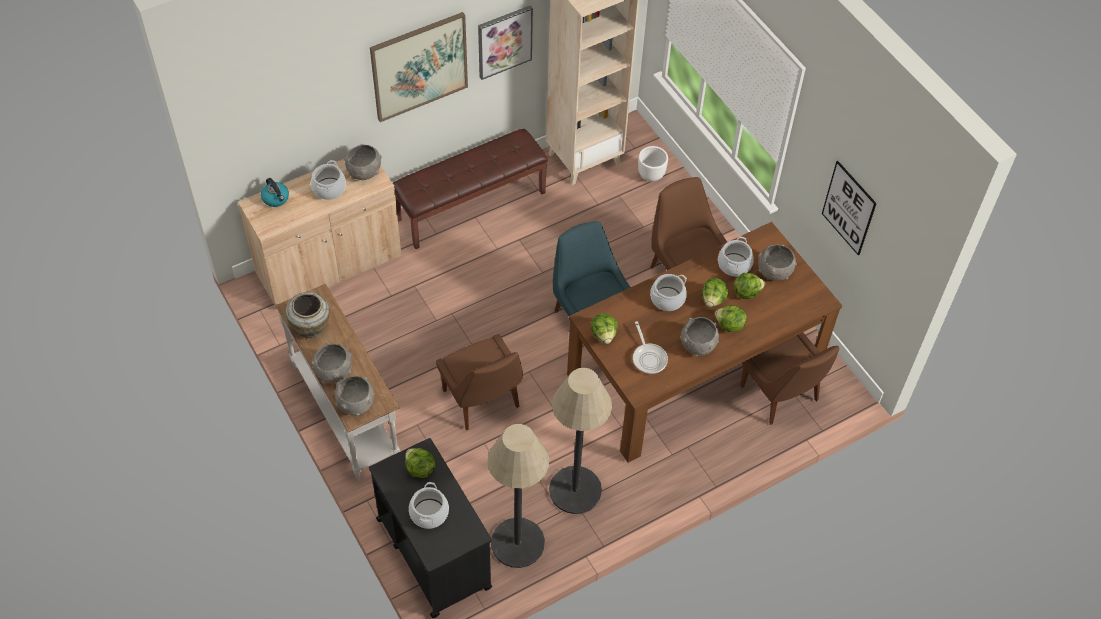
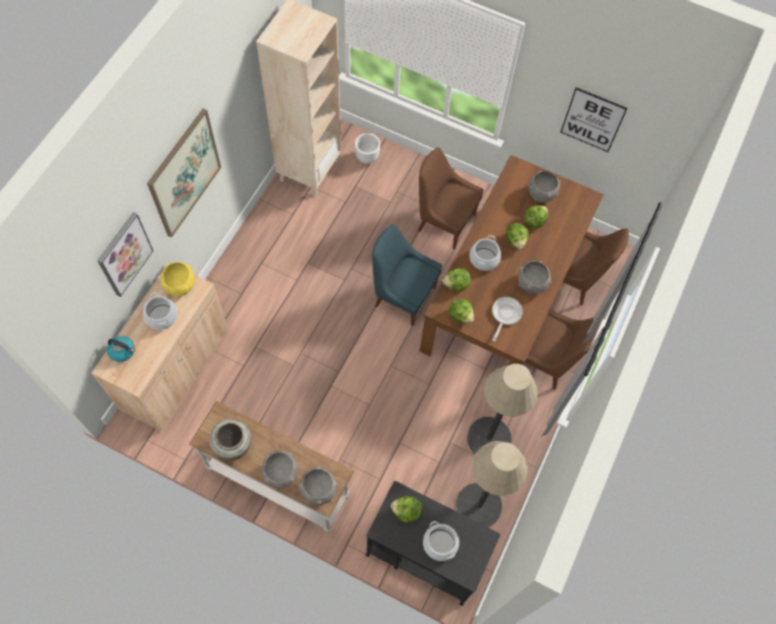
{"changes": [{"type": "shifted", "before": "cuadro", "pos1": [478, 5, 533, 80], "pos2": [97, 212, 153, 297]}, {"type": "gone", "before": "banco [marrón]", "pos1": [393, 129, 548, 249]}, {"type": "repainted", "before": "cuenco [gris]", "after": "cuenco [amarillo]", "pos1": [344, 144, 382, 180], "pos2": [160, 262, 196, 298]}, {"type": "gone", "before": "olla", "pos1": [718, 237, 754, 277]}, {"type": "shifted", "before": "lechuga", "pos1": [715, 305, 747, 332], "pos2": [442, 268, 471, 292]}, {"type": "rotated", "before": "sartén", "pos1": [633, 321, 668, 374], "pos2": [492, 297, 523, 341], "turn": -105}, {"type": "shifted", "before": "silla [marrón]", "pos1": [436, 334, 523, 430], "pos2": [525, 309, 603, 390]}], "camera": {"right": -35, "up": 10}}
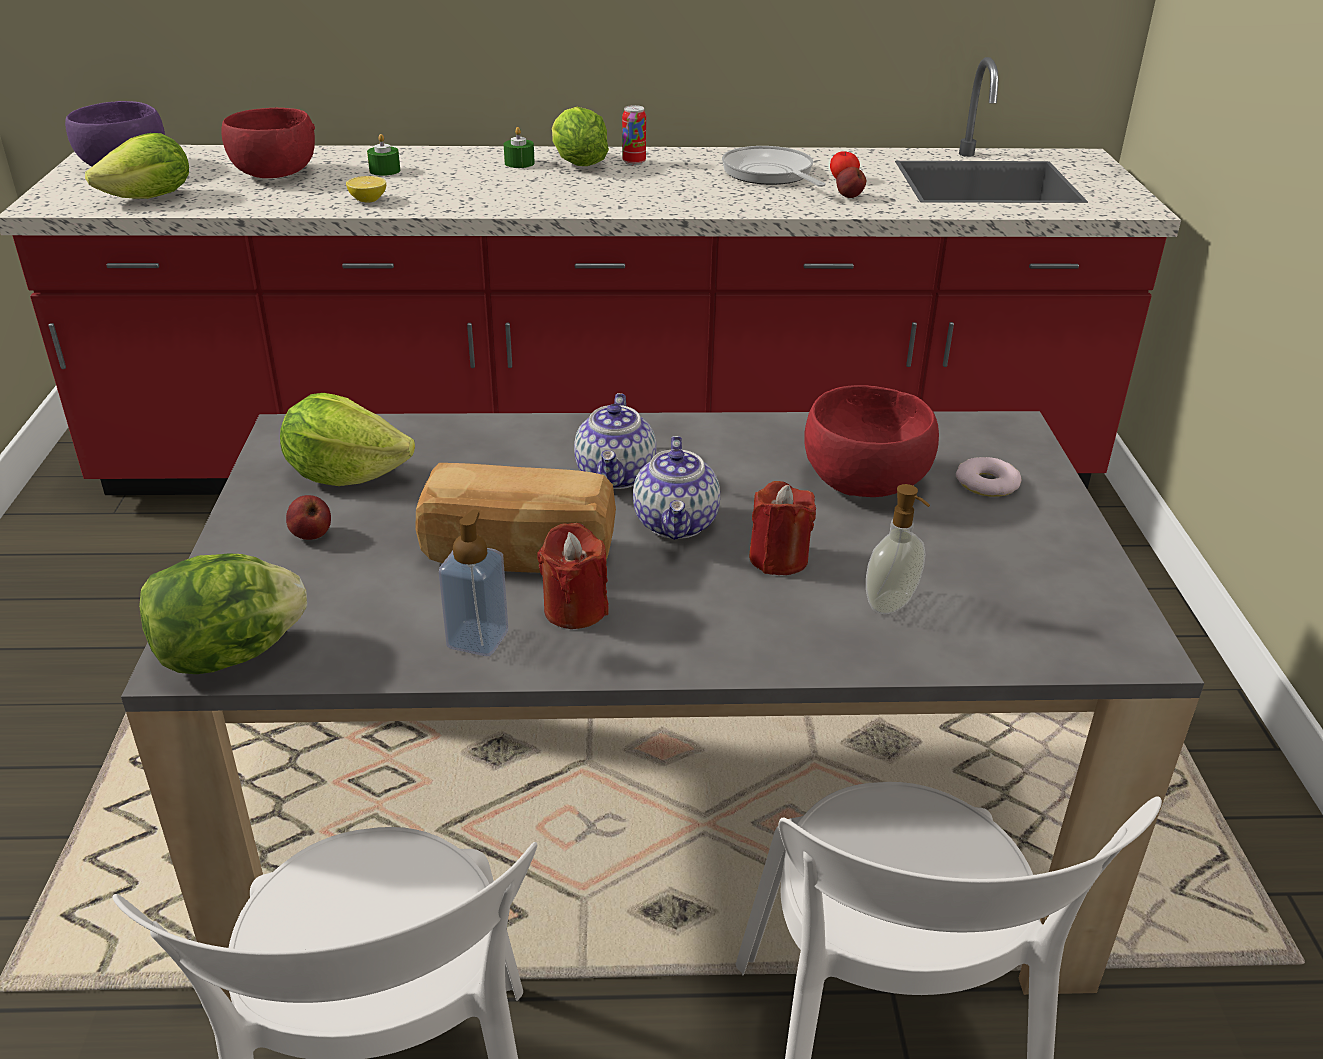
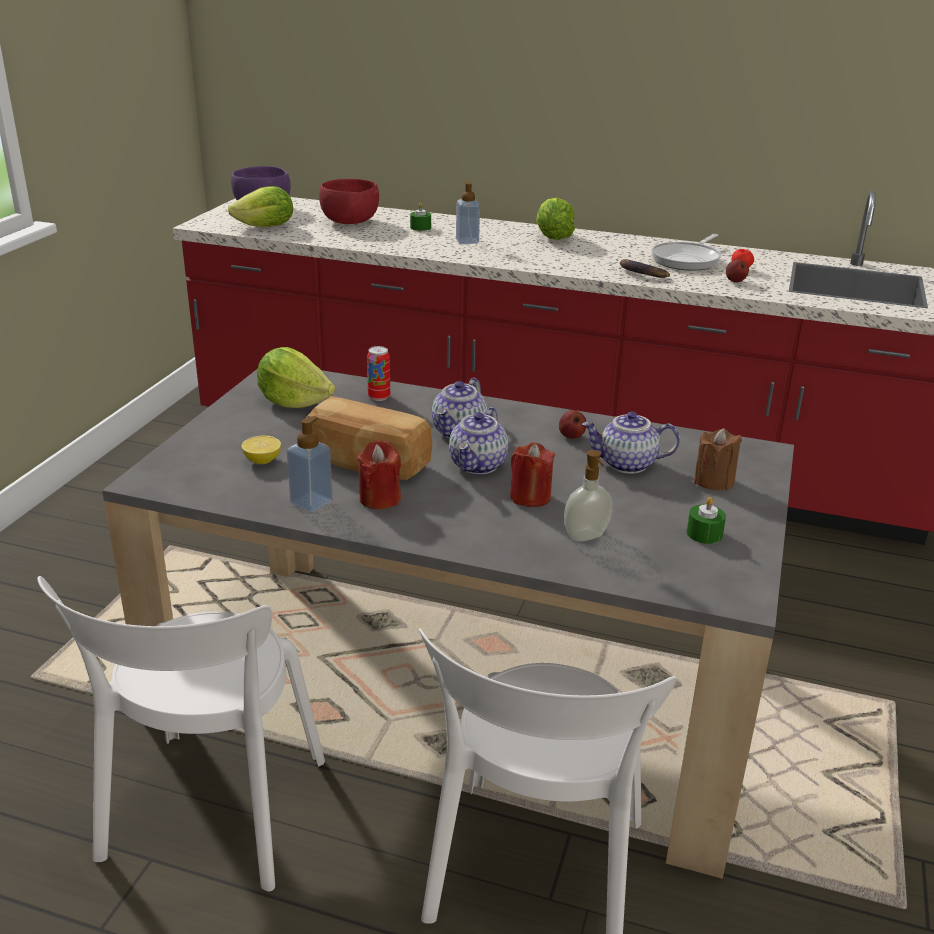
{"changes": [{"type": "shifted", "before": "lata", "pos1": [622, 105, 646, 165], "pos2": [367, 346, 390, 401]}, {"type": "shifted", "before": "vela [verde]", "pos1": [504, 127, 535, 168], "pos2": [687, 497, 726, 544]}, {"type": "rotated", "before": "sartén", "pos1": [722, 146, 826, 187], "pos2": [651, 234, 721, 271], "turn": -135}, {"type": "shifted", "before": "limón", "pos1": [346, 176, 386, 202], "pos2": [242, 436, 281, 464]}, {"type": "swapped", "before": "cuenco [rojo]", "after": "tetera", "pos1": [804, 385, 939, 497], "pos2": [582, 411, 680, 474]}, {"type": "swapped", "before": "rosquilla", "after": "vela [marrón]", "pos1": [956, 457, 1021, 497], "pos2": [694, 428, 742, 491]}, {"type": "shifted", "before": "manzana", "pos1": [286, 495, 331, 540], "pos2": [559, 410, 586, 439]}, {"type": "gone", "before": "lechuga", "pos1": [139, 553, 307, 674]}, {"type": "new", "after": "dispensador de jabón", "pos2": [456, 181, 480, 244]}, {"type": "new", "after": "plátano", "pos2": [620, 259, 670, 278]}], "camera": {"right": 20, "up": -5}}
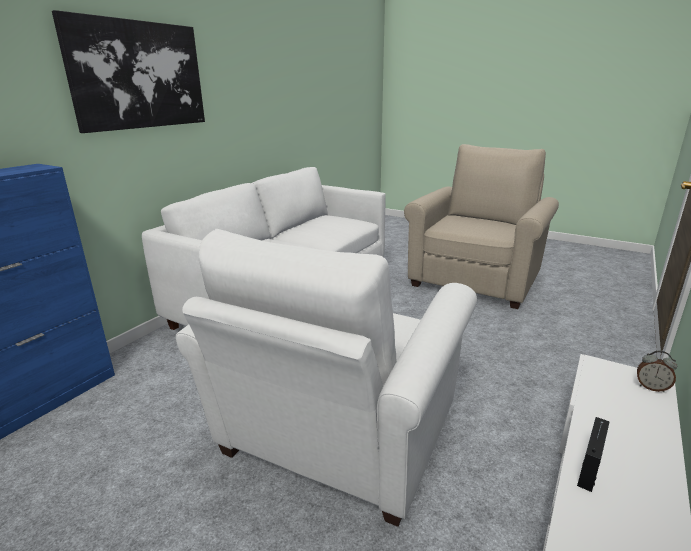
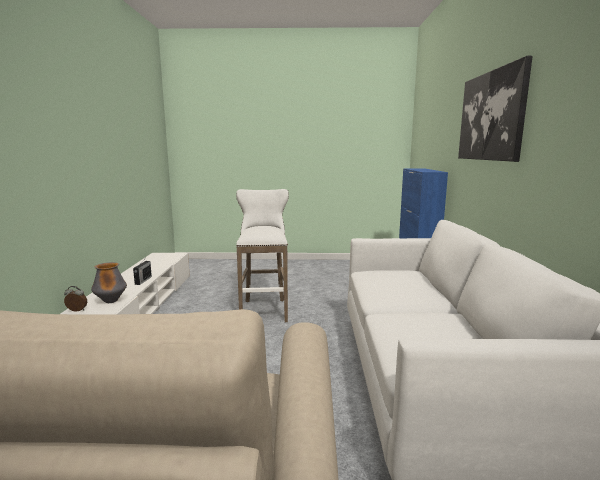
{"changes": [{"type": "swapped", "before": "sillón [blanco]", "after": "taburete [blanco]", "pos1": [176, 229, 477, 527], "pos2": [236, 189, 289, 322]}, {"type": "new", "after": "florero", "pos2": [91, 262, 127, 303]}], "camera": {"right": 150, "up": -10}}
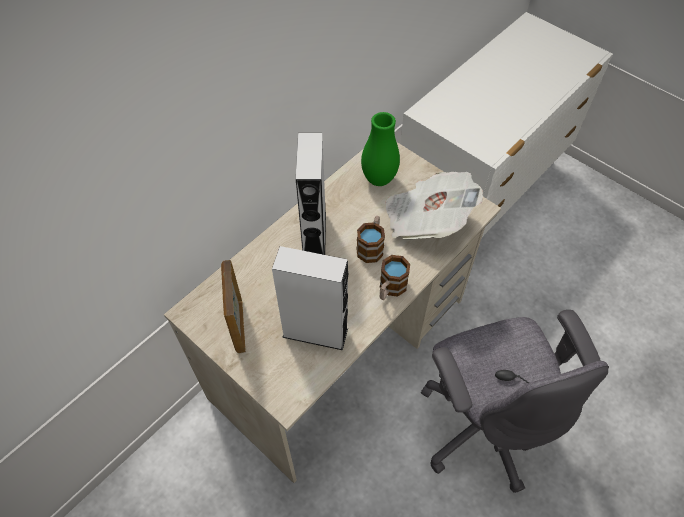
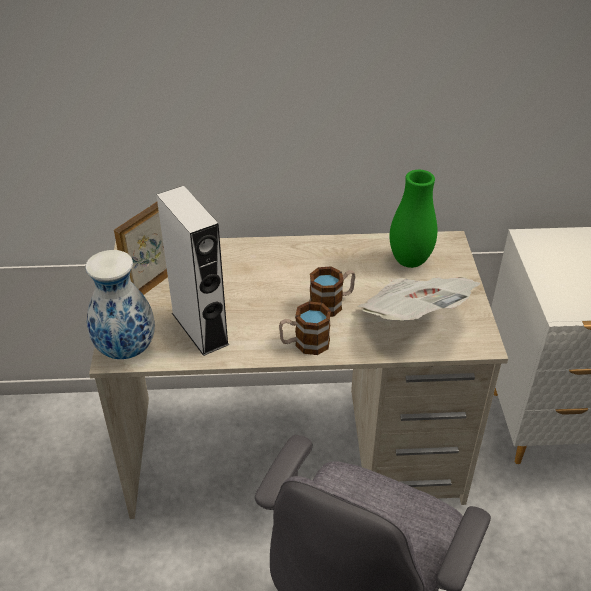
{"changes": [{"type": "gone", "before": "altavoz [gris]", "pos1": [296, 133, 326, 255]}, {"type": "new", "after": "florero", "pos2": [85, 250, 155, 359]}], "camera": {"right": 45, "up": -15}}
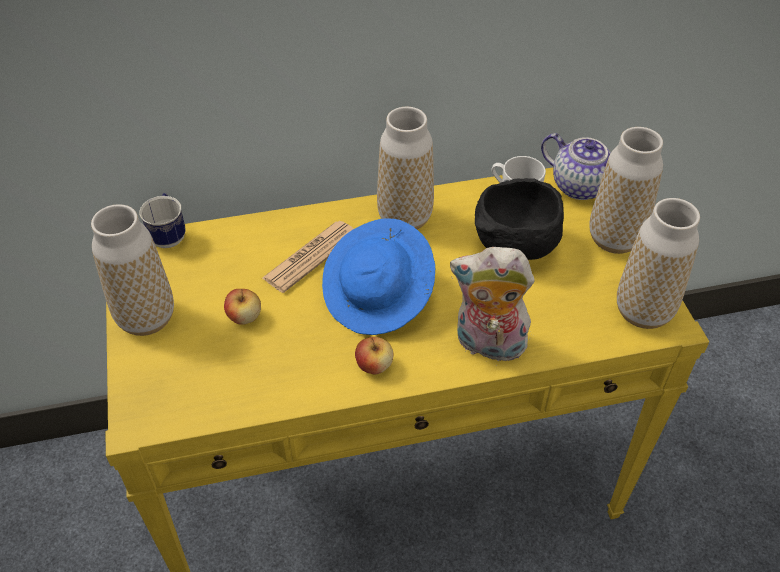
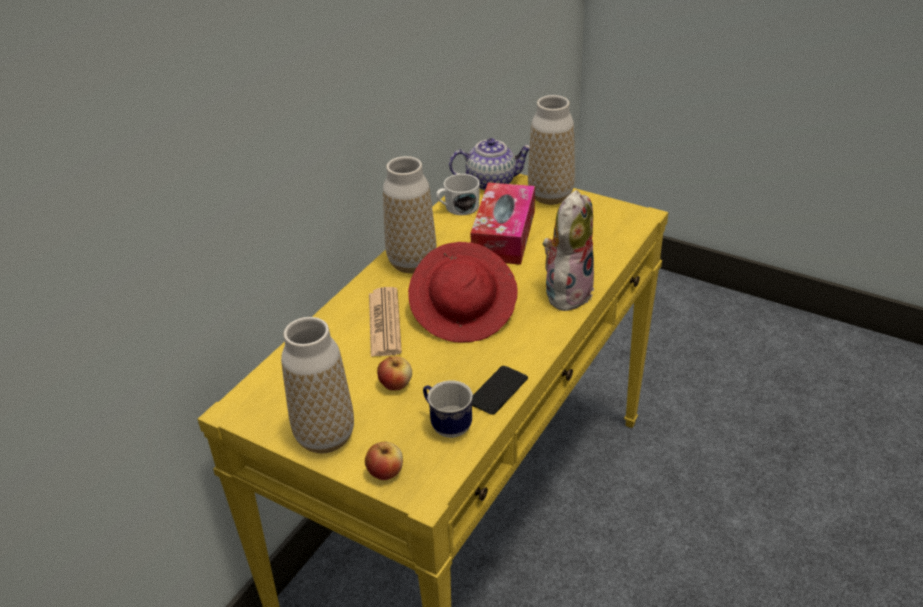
{"changes": [{"type": "swapped", "before": "cuenco [negro]", "after": "caja de pañuelos", "pos1": [475, 178, 564, 260], "pos2": [470, 182, 535, 265]}, {"type": "shifted", "before": "taza grande", "pos1": [139, 193, 185, 248], "pos2": [423, 380, 473, 438]}, {"type": "gone", "before": "florero", "pos1": [617, 198, 700, 329]}, {"type": "repainted", "before": "sombrero [azul]", "after": "sombrero [rojo]", "pos1": [322, 218, 435, 335], "pos2": [408, 242, 518, 342]}, {"type": "rotated", "before": "peluche", "pos1": [450, 247, 535, 366], "pos2": [543, 190, 594, 311], "turn": 150}, {"type": "shifted", "before": "manzana", "pos1": [355, 337, 393, 375], "pos2": [365, 442, 403, 480]}, {"type": "new", "after": "móvil", "pos2": [472, 366, 528, 415]}], "camera": {"right": -45, "up": -10}}
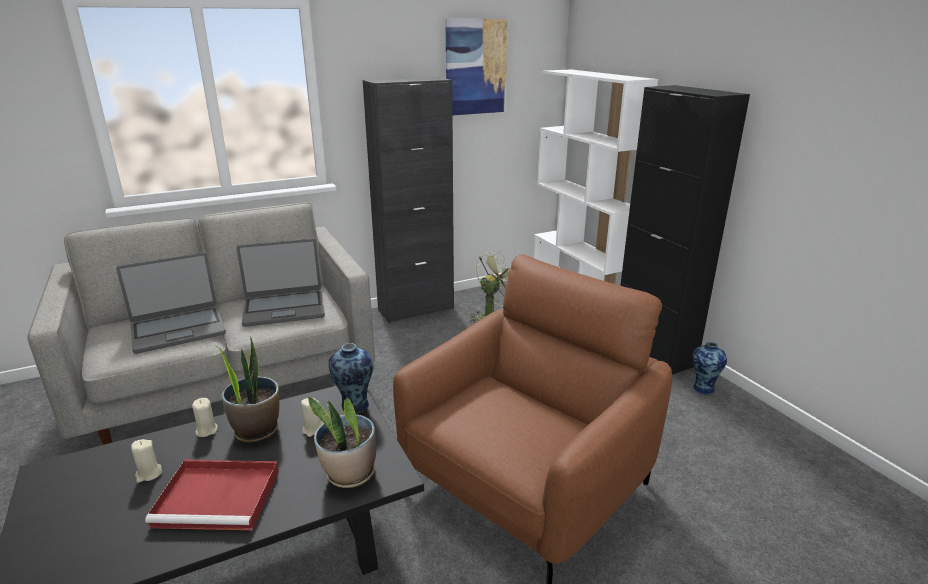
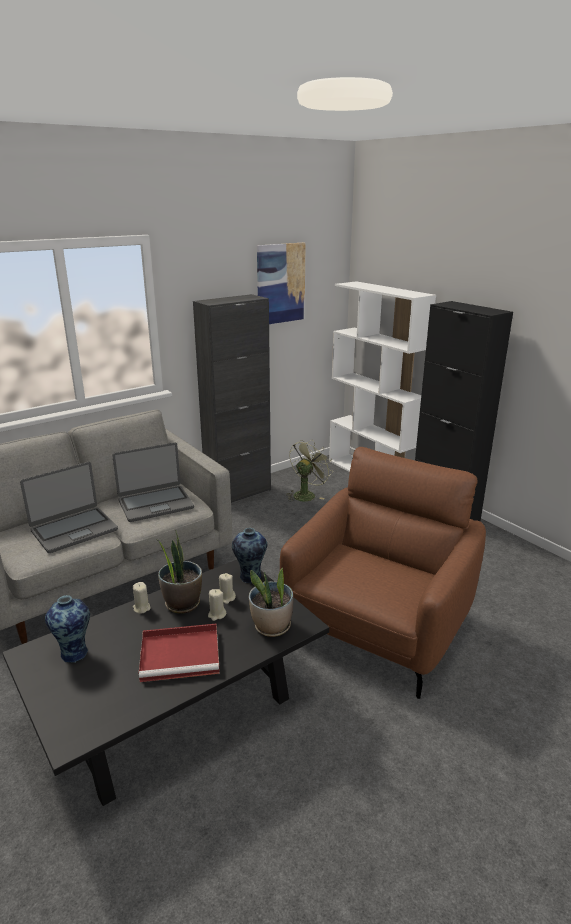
{"changes": [{"type": "shifted", "before": "florero", "pos1": [693, 342, 727, 395], "pos2": [45, 595, 90, 663]}, {"type": "shifted", "before": "vela [beis]", "pos1": [131, 439, 162, 483], "pos2": [208, 589, 226, 621]}], "camera": {"right": -10, "up": 0}}
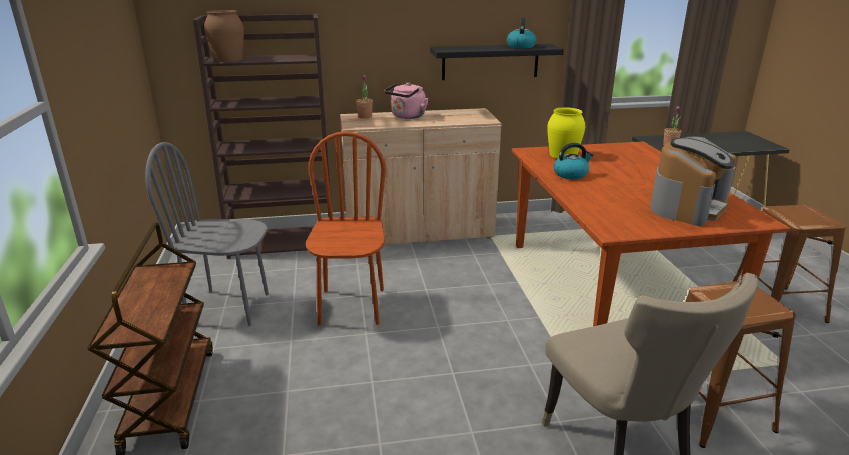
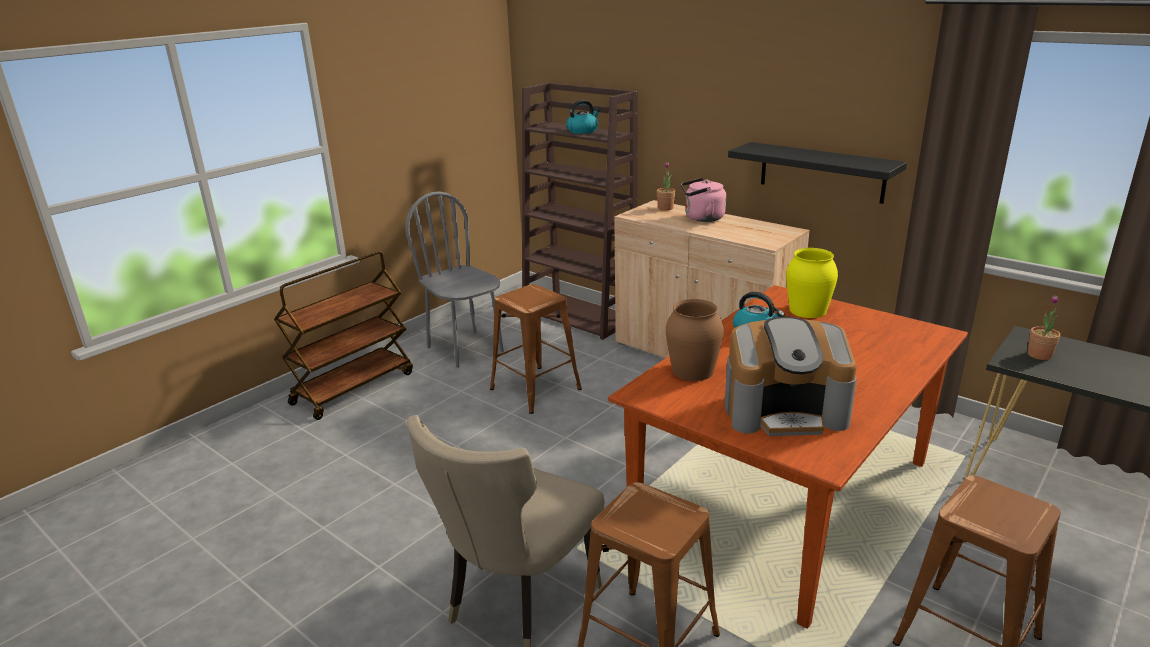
{"changes": [{"type": "shifted", "before": "florero [marrón]", "pos1": [204, 10, 244, 62], "pos2": [666, 299, 724, 381]}, {"type": "shifted", "before": "hervidor", "pos1": [507, 17, 537, 49], "pos2": [566, 100, 600, 134]}, {"type": "swapped", "before": "silla [marrón]", "after": "taburete [marrón]", "pos1": [306, 131, 386, 326], "pos2": [490, 284, 582, 414]}], "camera": {"right": 50, "up": 0}}
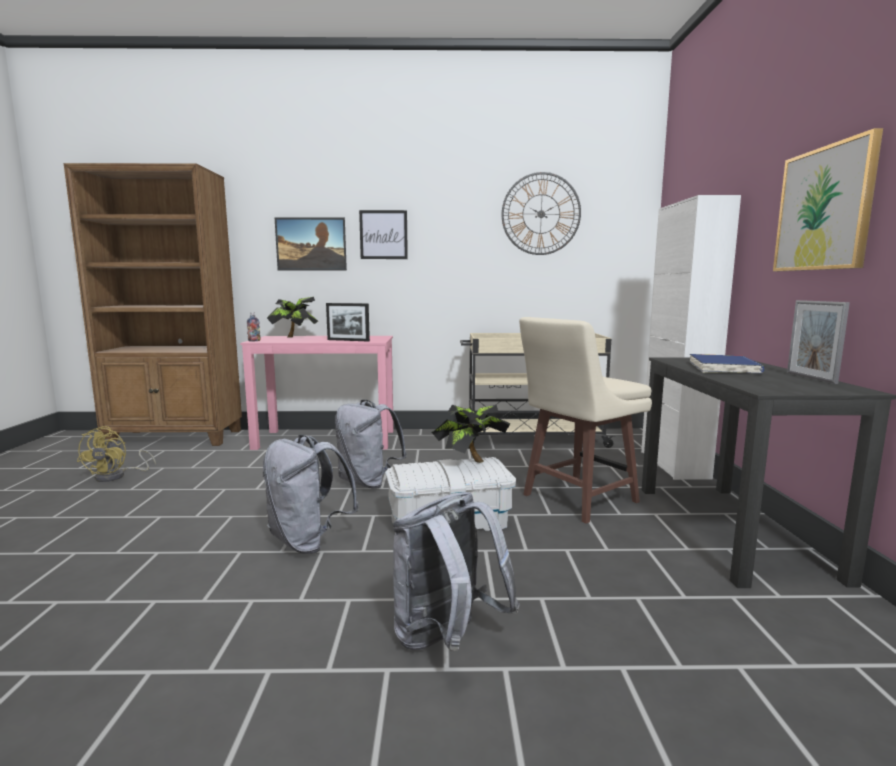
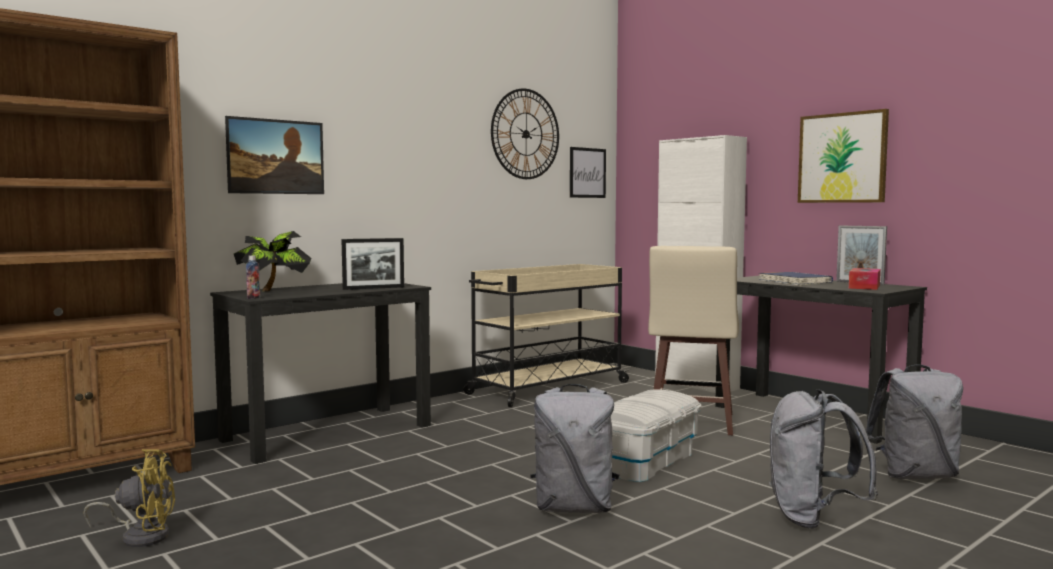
{"changes": [{"type": "shifted", "before": "cuadro", "pos1": [359, 210, 408, 259], "pos2": [570, 147, 606, 198]}, {"type": "repainted", "before": "escritorio [rosa]", "after": "escritorio [negro]", "pos1": [240, 336, 394, 450], "pos2": [210, 283, 431, 464]}, {"type": "shifted", "before": "mochila [gris]", "pos1": [335, 400, 407, 489], "pos2": [865, 365, 963, 479]}, {"type": "gone", "before": "planta en maceta", "pos1": [432, 405, 511, 463]}, {"type": "rotated", "before": "ventilador [amarillo]", "pos1": [77, 426, 156, 482], "pos2": [84, 449, 175, 547], "turn": -60}, {"type": "new", "after": "caja de pañuelos", "pos2": [849, 268, 881, 290]}], "camera": {"right": -40, "up": -5}}
